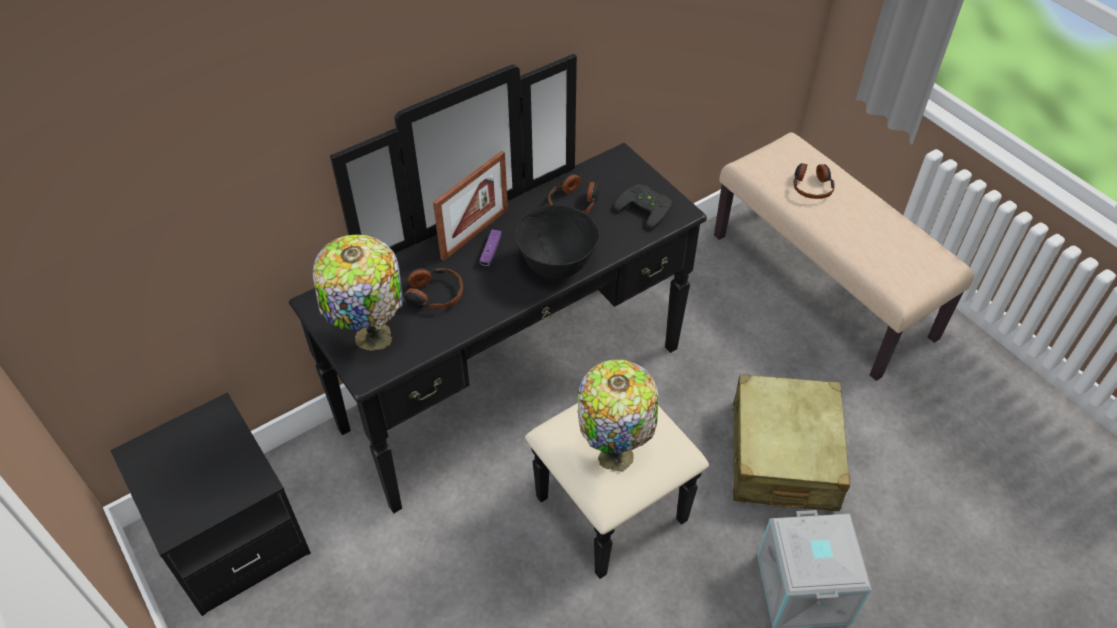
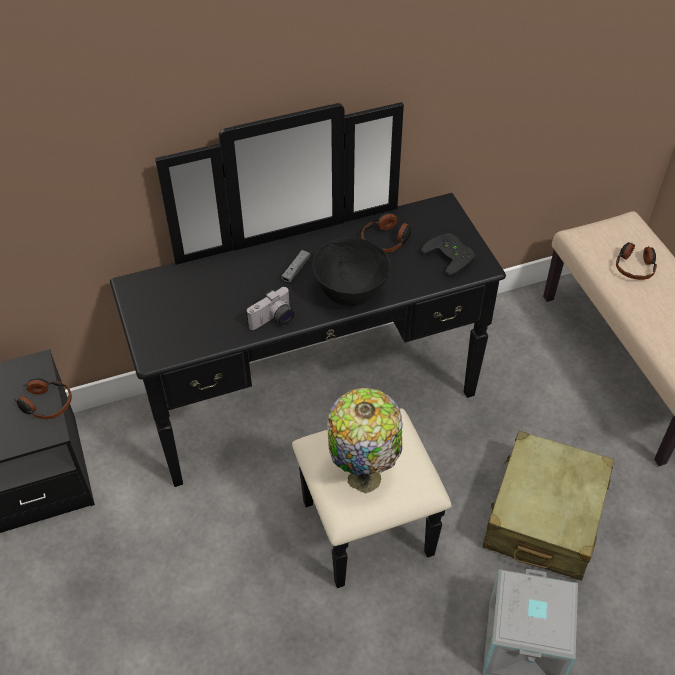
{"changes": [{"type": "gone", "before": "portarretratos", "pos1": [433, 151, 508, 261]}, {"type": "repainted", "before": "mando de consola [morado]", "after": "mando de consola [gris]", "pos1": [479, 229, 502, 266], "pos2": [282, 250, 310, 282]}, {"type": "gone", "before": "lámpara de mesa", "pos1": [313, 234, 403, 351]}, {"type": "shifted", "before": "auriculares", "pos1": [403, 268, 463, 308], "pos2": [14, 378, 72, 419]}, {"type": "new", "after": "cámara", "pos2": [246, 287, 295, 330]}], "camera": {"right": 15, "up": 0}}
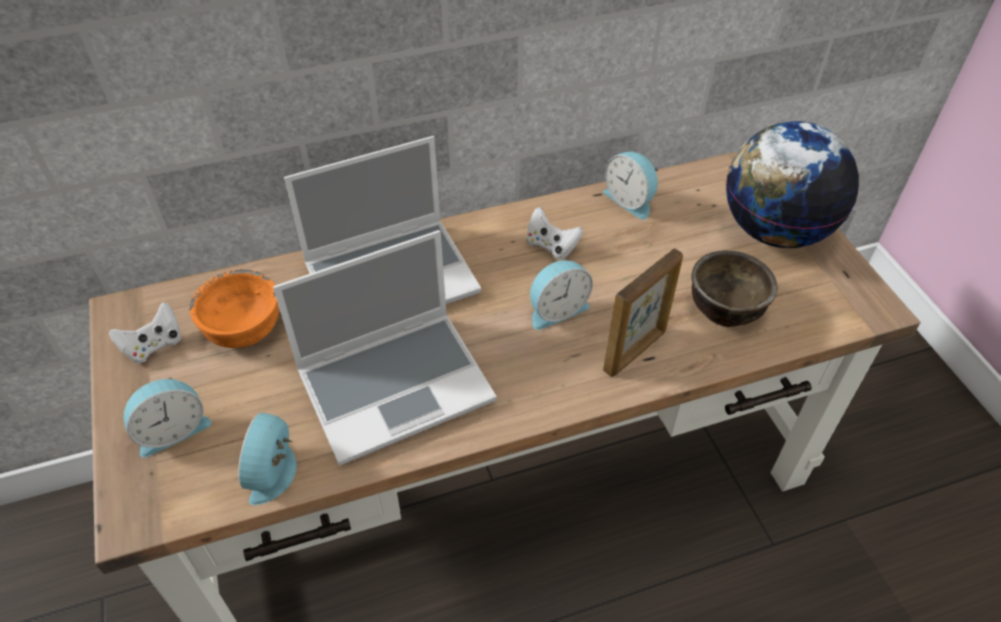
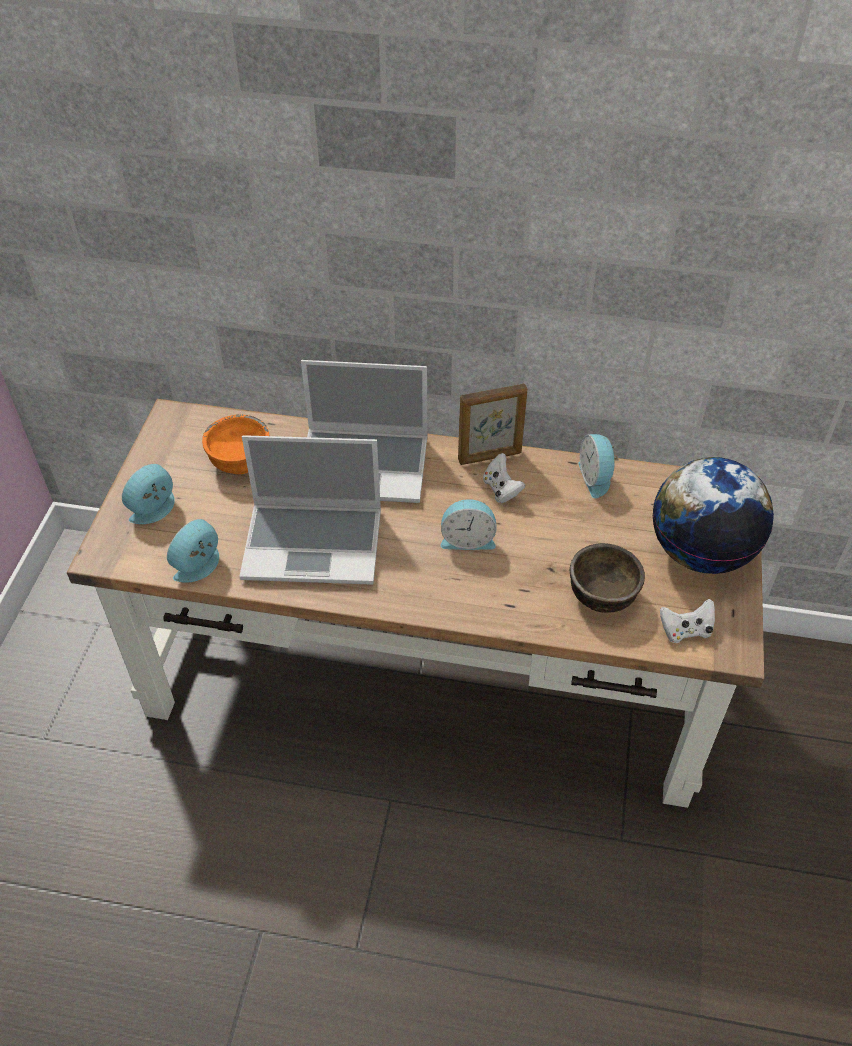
{"changes": [{"type": "shifted", "before": "portarretratos", "pos1": [603, 248, 683, 377], "pos2": [458, 384, 527, 465]}, {"type": "shifted", "before": "mando de consola [blanco]", "pos1": [109, 302, 181, 363], "pos2": [660, 599, 715, 643]}, {"type": "rotated", "before": "despertador", "pos1": [124, 377, 212, 458], "pos2": [122, 464, 175, 524], "turn": 135}], "camera": {"right": 30, "up": 0}}
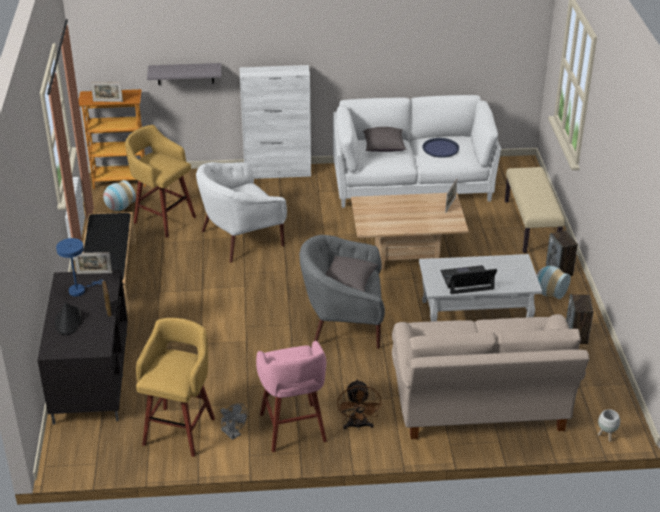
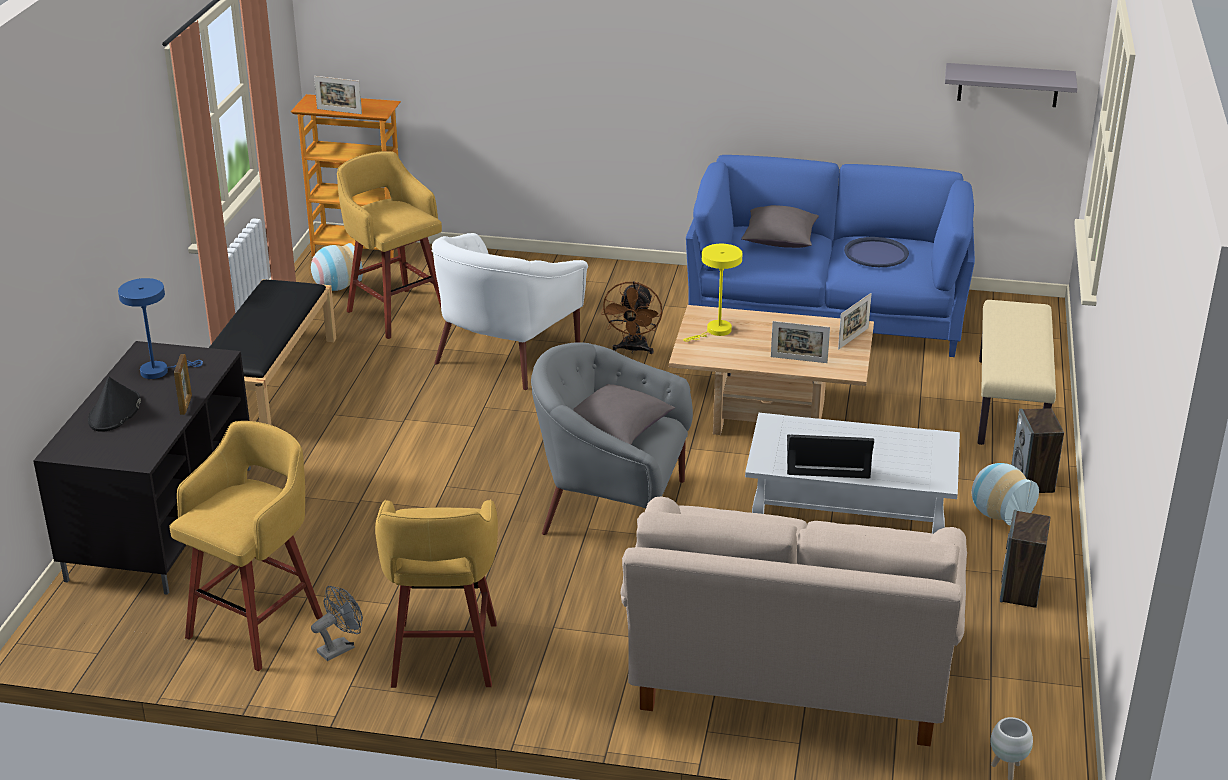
{"changes": [{"type": "shifted", "before": "estante [gris]", "pos1": [147, 63, 221, 85], "pos2": [945, 63, 1077, 107]}, {"type": "gone", "before": "armario [blanco]", "pos1": [240, 65, 311, 179]}, {"type": "repainted", "before": "sofá [blanco]", "after": "sofá [azul]", "pos1": [333, 95, 501, 208], "pos2": [686, 155, 975, 357]}, {"type": "rotated", "before": "sillón [blanco]", "pos1": [196, 162, 287, 263], "pos2": [432, 233, 588, 390], "turn": -45}, {"type": "shifted", "before": "portarretratos", "pos1": [74, 252, 112, 274], "pos2": [771, 321, 830, 363]}, {"type": "repainted", "before": "taburete [rosa]", "after": "taburete [amarillo]", "pos1": [256, 341, 327, 452], "pos2": [375, 499, 498, 688]}, {"type": "shifted", "before": "ventilador [marrón]", "pos1": [337, 379, 382, 430], "pos2": [601, 281, 662, 354]}, {"type": "rotated", "before": "ventilador [gris]", "pos1": [220, 403, 247, 440], "pos2": [311, 586, 363, 661], "turn": -105}, {"type": "new", "after": "lámpara de mesa [amarillo]", "pos2": [683, 244, 742, 342]}], "camera": {"right": 15, "up": -5}}
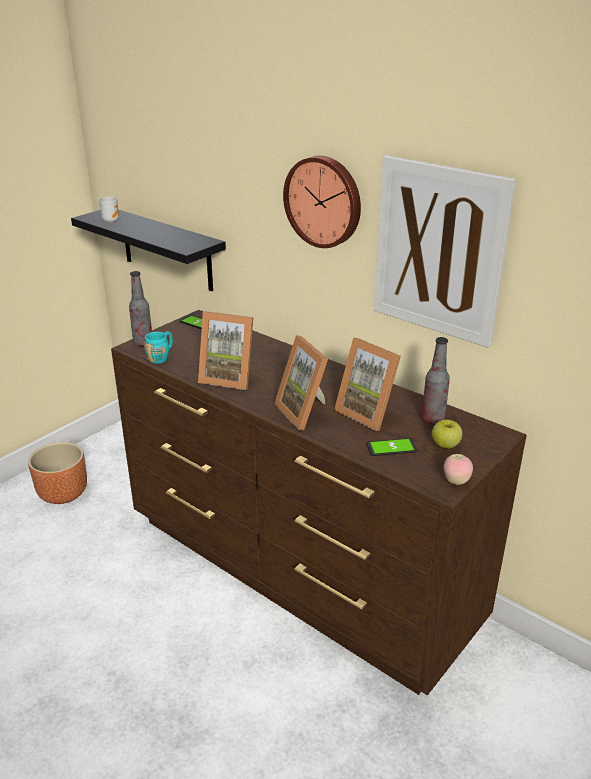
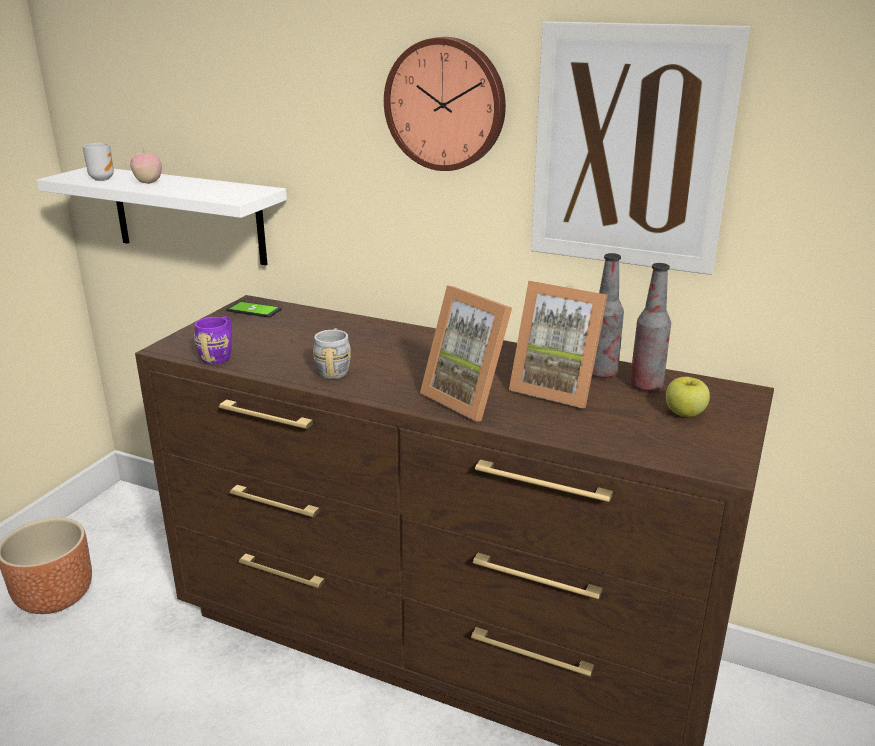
{"changes": [{"type": "repainted", "before": "estante [negro]", "after": "estante [blanco]", "pos1": [71, 209, 226, 291], "pos2": [36, 167, 287, 265]}, {"type": "shifted", "before": "botella", "pos1": [129, 271, 152, 347], "pos2": [592, 253, 624, 378]}, {"type": "swapped", "before": "portarretratos", "after": "taza grande [gris]", "pos1": [198, 311, 254, 390], "pos2": [313, 328, 351, 379]}, {"type": "repainted", "before": "taza grande [turquesa]", "after": "taza grande [morado]", "pos1": [144, 331, 173, 364], "pos2": [194, 316, 232, 364]}, {"type": "gone", "before": "móvil", "pos1": [367, 438, 417, 456]}, {"type": "shifted", "before": "manzana", "pos1": [443, 453, 473, 485], "pos2": [130, 148, 162, 184]}], "camera": {"right": -15, "up": -5}}
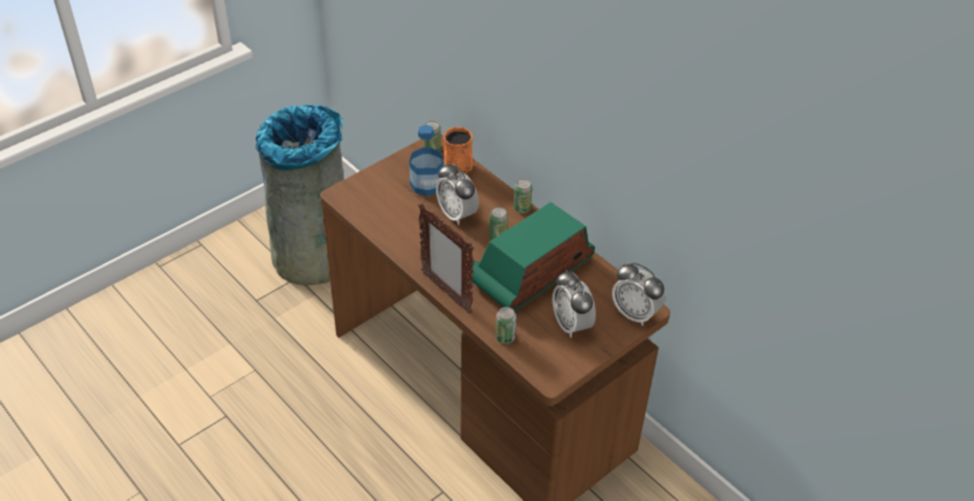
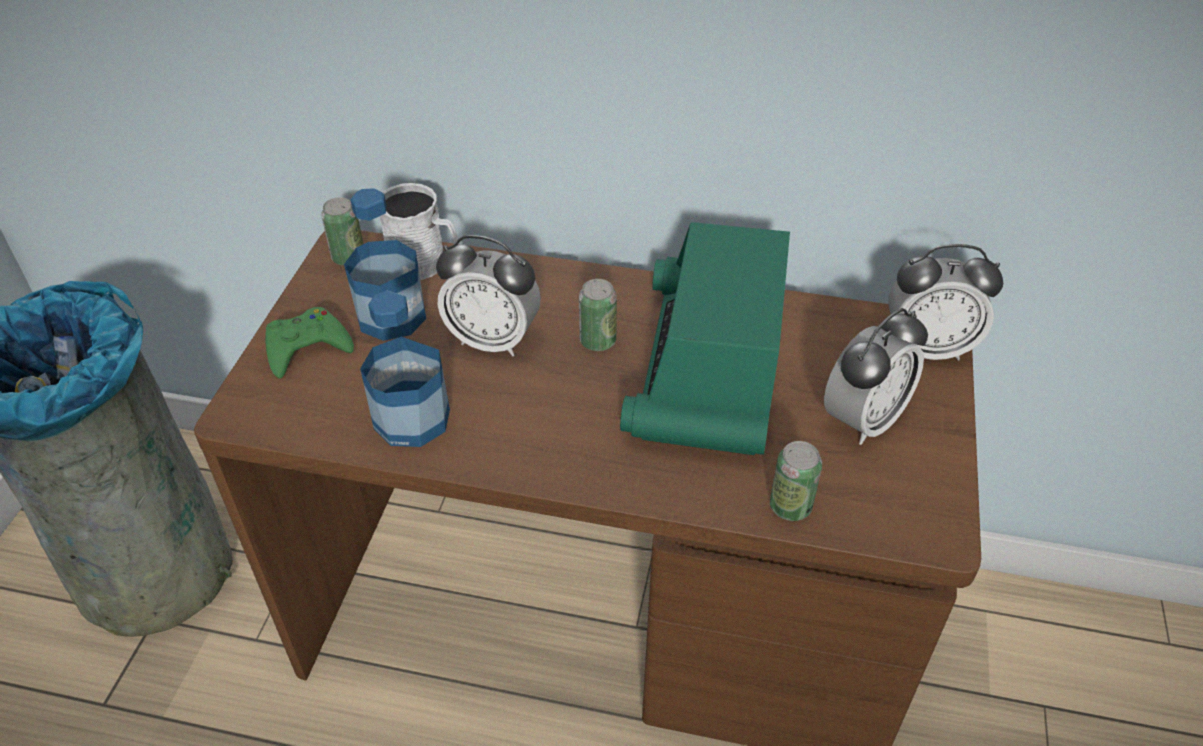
{"changes": [{"type": "repainted", "before": "taza grande [naranja]", "after": "taza grande [blanco]", "pos1": [444, 127, 474, 174], "pos2": [380, 183, 458, 280]}, {"type": "gone", "before": "lata", "pos1": [513, 179, 532, 213]}, {"type": "gone", "before": "portarretratos", "pos1": [418, 203, 474, 314]}, {"type": "rotated", "before": "despertador", "pos1": [552, 270, 596, 338], "pos2": [824, 308, 928, 445], "turn": -75}, {"type": "new", "after": "botella", "pos2": [360, 290, 450, 447]}, {"type": "new", "after": "mando de consola [verde]", "pos2": [265, 307, 354, 379]}], "camera": {"right": -35, "up": 0}}
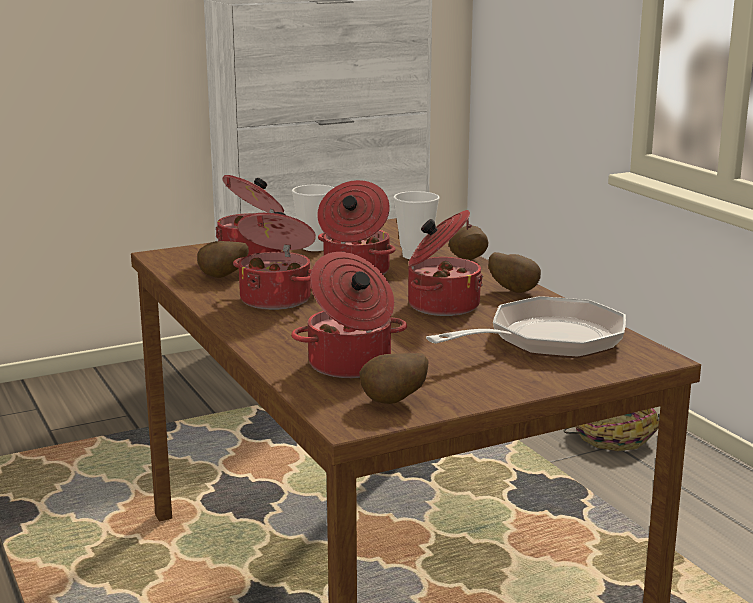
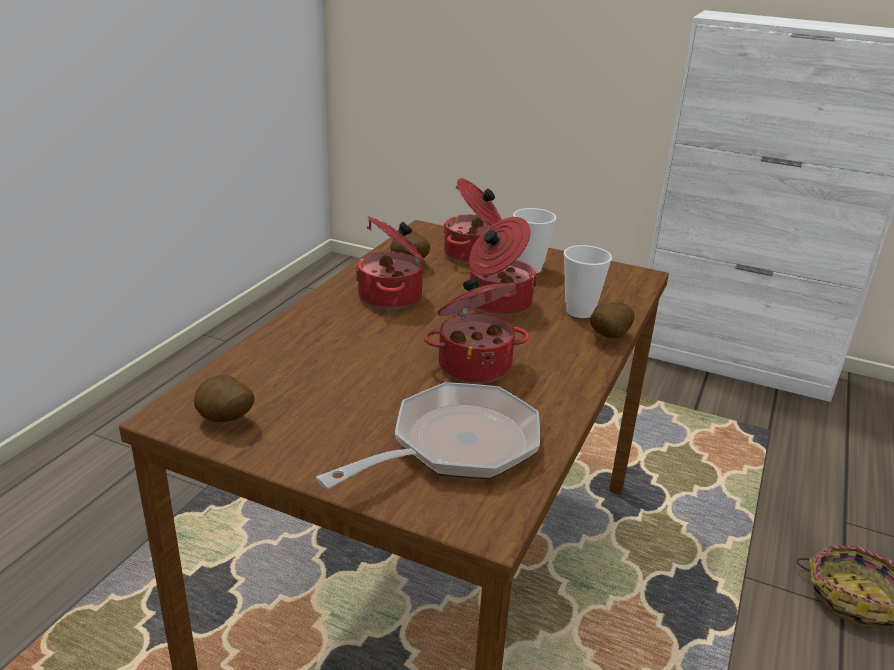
{"changes": [{"type": "gone", "before": "olla", "pos1": [291, 252, 407, 378]}, {"type": "gone", "before": "patata", "pos1": [488, 252, 541, 293]}, {"type": "rotated", "before": "sartén", "pos1": [426, 296, 626, 358], "pos2": [316, 382, 540, 489], "turn": -60}], "camera": {"right": 50, "up": 10}}
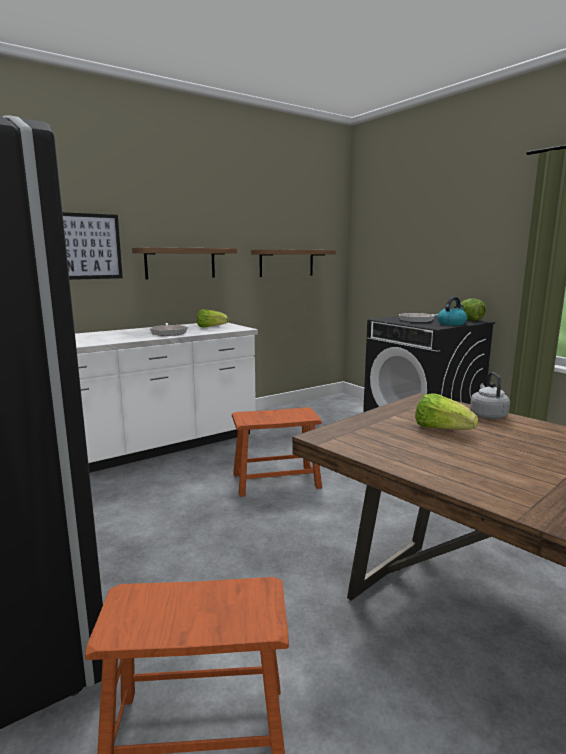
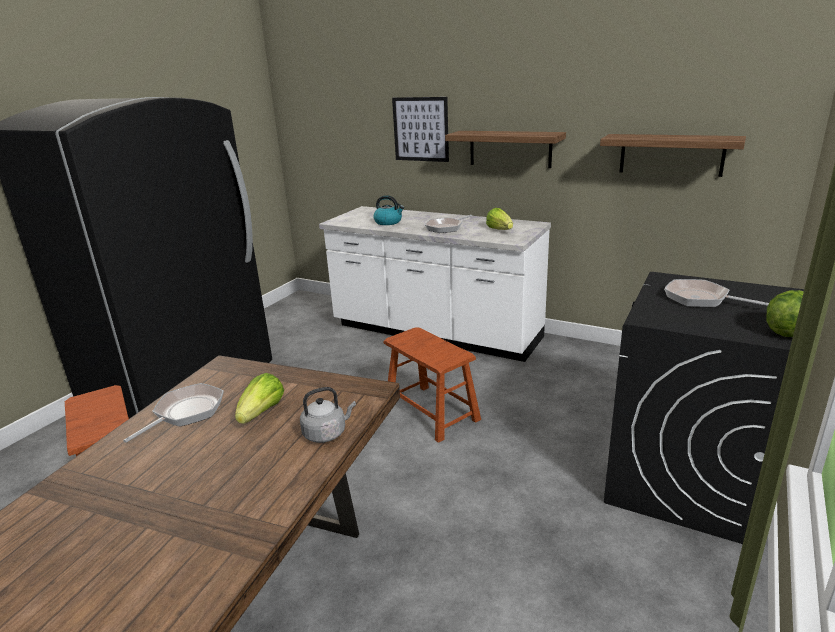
{"changes": [{"type": "shifted", "before": "hervidor", "pos1": [437, 297, 467, 326], "pos2": [373, 195, 404, 225]}, {"type": "new", "after": "sartén", "pos2": [123, 383, 224, 443]}], "camera": {"right": 65, "up": 10}}
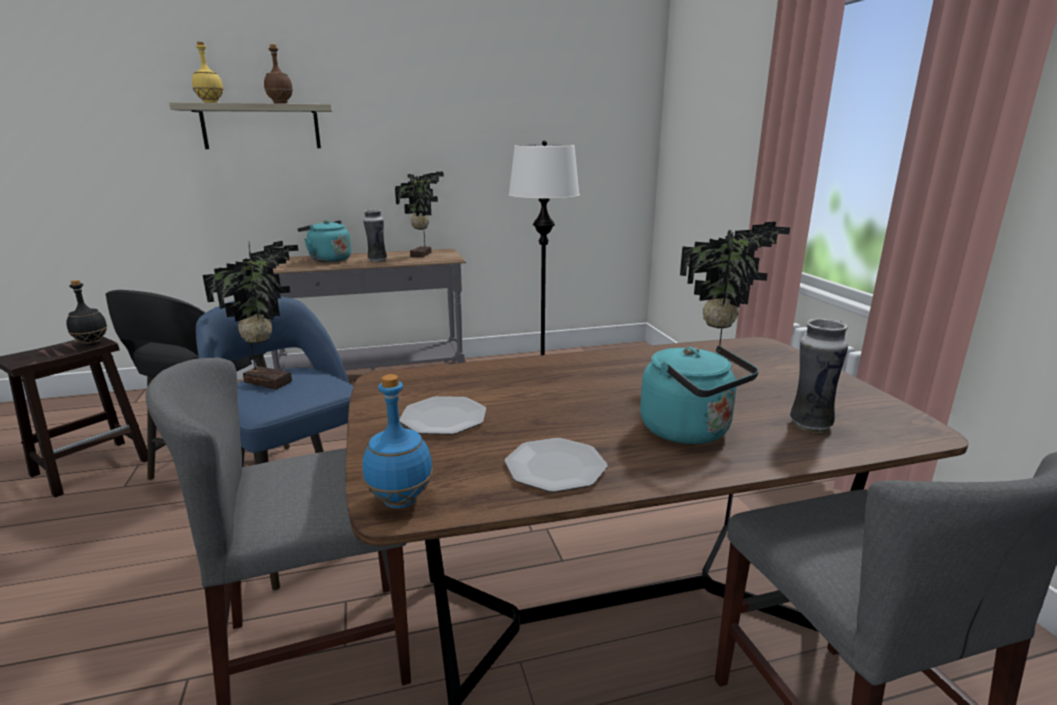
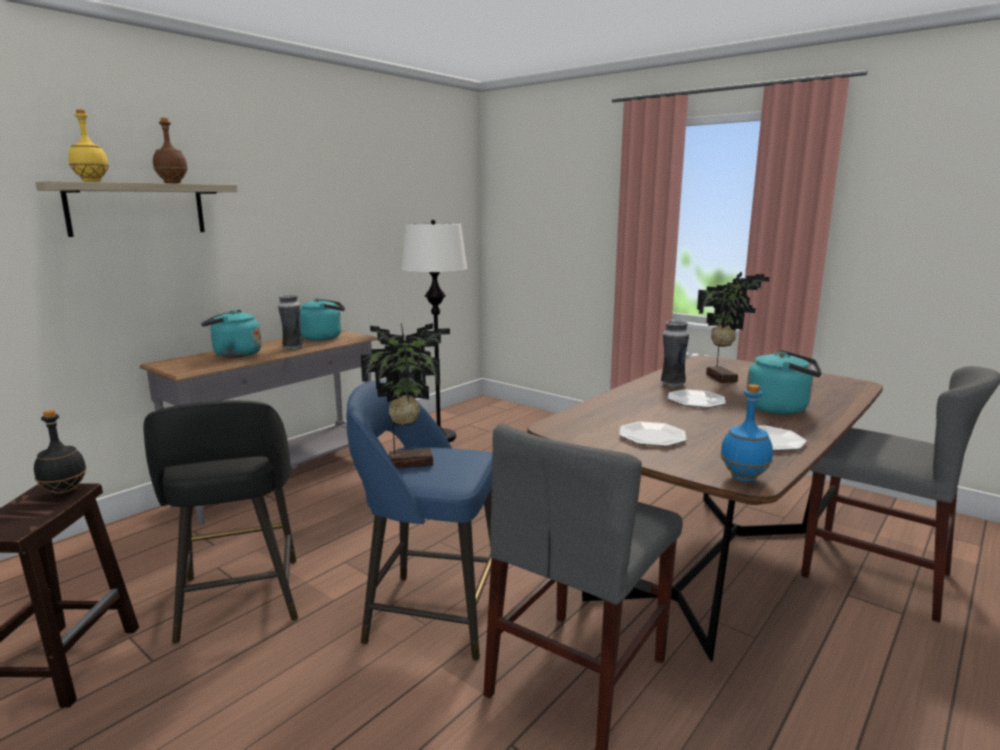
{"changes": [{"type": "swapped", "before": "planta en maceta", "after": "hervidor [turquesa]", "pos1": [395, 172, 444, 258], "pos2": [300, 298, 345, 341]}, {"type": "shifted", "before": "florero", "pos1": [790, 318, 848, 433], "pos2": [661, 320, 689, 388]}, {"type": "new", "after": "plato", "pos2": [668, 389, 726, 408]}], "camera": {"right": -35, "up": -5}}
